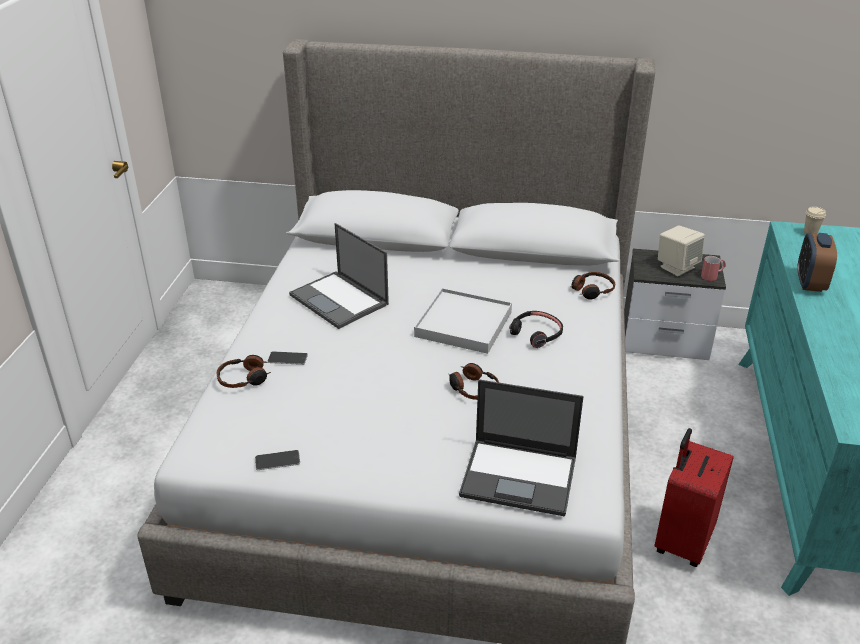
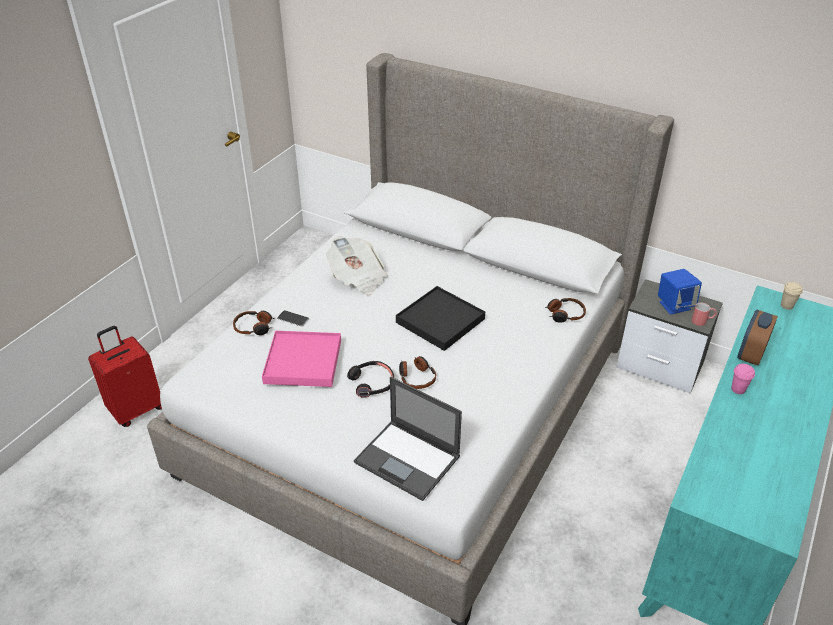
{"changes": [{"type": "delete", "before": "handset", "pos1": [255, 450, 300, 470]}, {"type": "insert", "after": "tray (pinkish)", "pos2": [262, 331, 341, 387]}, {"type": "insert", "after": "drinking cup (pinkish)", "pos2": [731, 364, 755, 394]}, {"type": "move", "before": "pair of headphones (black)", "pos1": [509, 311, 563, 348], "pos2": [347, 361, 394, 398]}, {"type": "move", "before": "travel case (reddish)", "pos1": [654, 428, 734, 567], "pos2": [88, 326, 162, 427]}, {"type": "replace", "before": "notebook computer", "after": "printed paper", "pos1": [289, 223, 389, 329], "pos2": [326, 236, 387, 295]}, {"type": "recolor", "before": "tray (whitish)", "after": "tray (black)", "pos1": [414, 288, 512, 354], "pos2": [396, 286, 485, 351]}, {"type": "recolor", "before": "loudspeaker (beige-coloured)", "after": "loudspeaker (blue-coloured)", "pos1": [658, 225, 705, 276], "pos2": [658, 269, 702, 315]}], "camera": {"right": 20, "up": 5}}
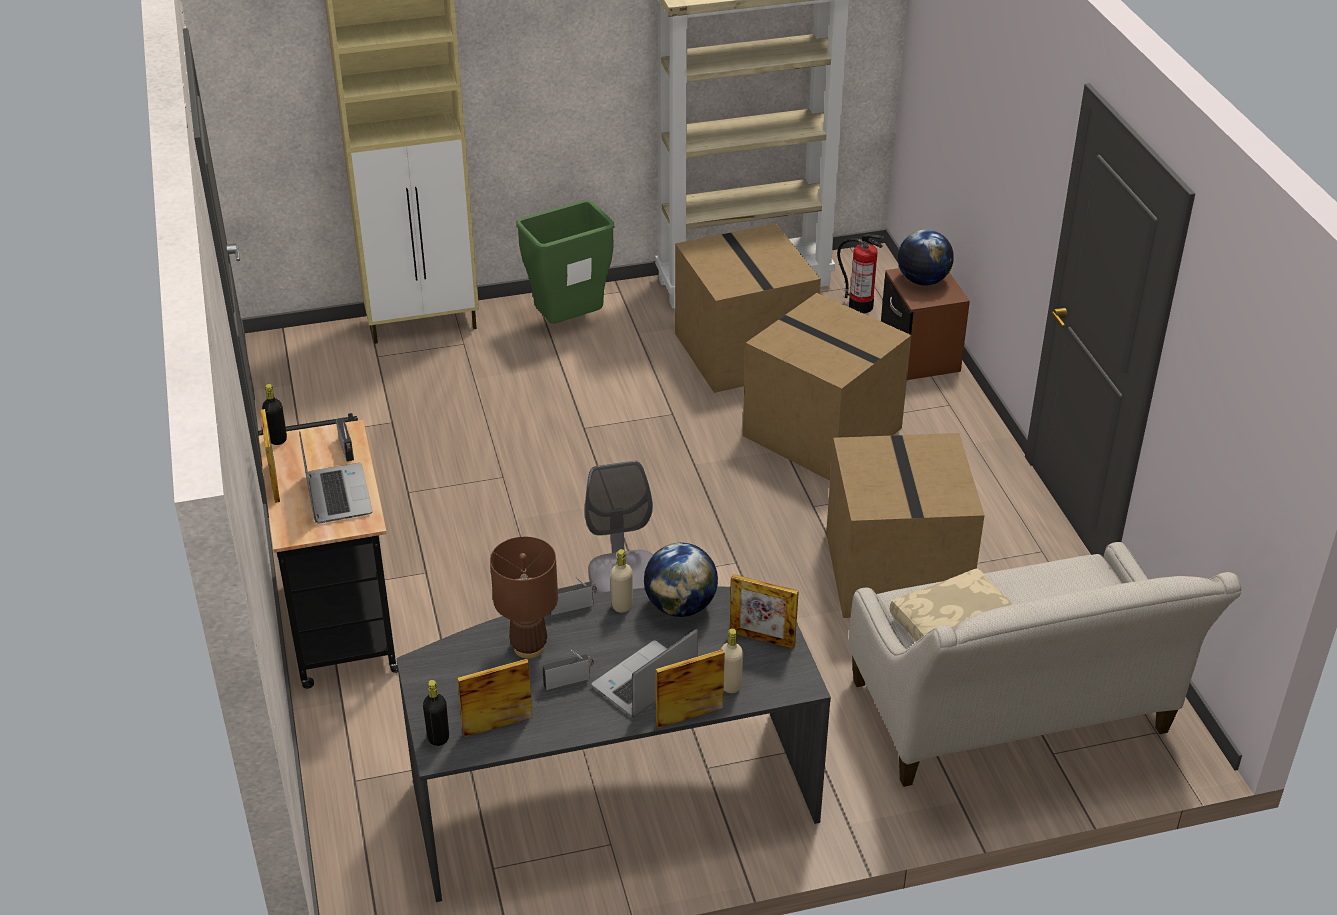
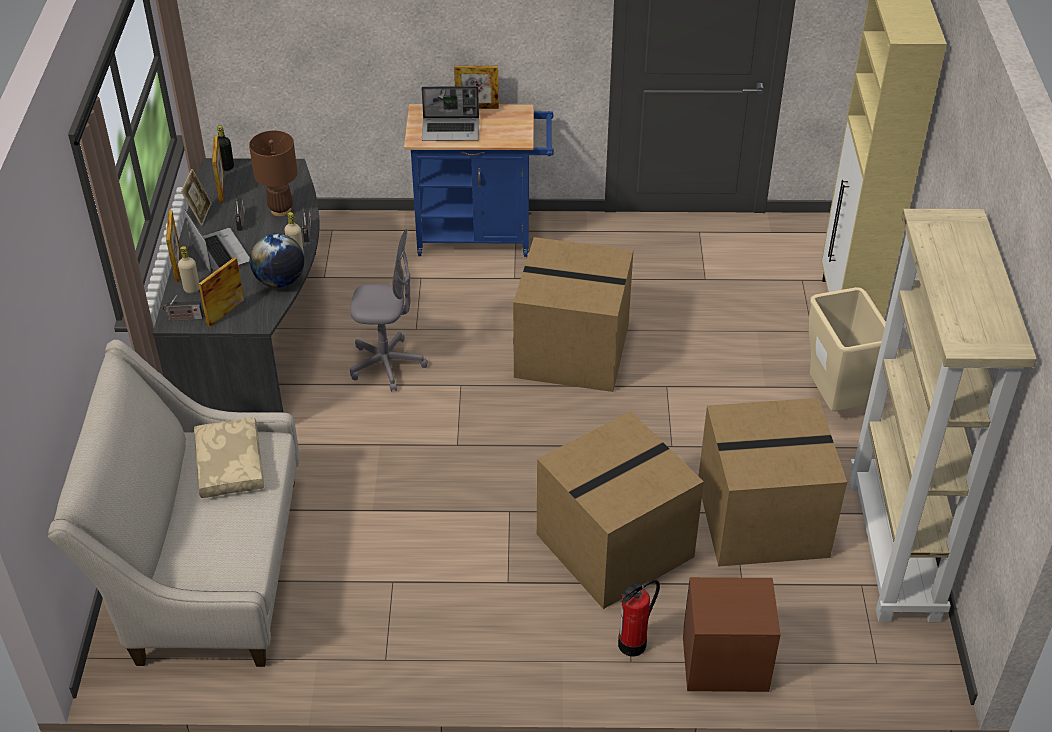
{"changes": [{"type": "delete", "before": "drink bottle (black)", "pos1": [262, 384, 287, 445]}, {"type": "delete", "before": "globe", "pos1": [898, 230, 954, 286]}, {"type": "insert", "after": "standing frame", "pos2": [181, 169, 212, 226]}, {"type": "move", "before": "radio receiver", "pos1": [336, 418, 354, 461], "pos2": [163, 295, 203, 321]}, {"type": "move", "before": "cardboard box", "pos1": [826, 433, 985, 618], "pos2": [513, 237, 633, 392]}, {"type": "move", "before": "fire extinguisher", "pos1": [837, 234, 885, 313], "pos2": [618, 579, 660, 656]}, {"type": "recolor", "before": "cart (black)", "after": "cart (blue-coloured)", "pos1": [258, 413, 398, 689], "pos2": [404, 104, 554, 257]}, {"type": "recolor", "before": "rubbish bin (greenish)", "after": "rubbish bin (beige-coloured)", "pos1": [516, 200, 615, 323], "pos2": [809, 287, 886, 412]}], "camera": {"right": 105, "up": 5}}
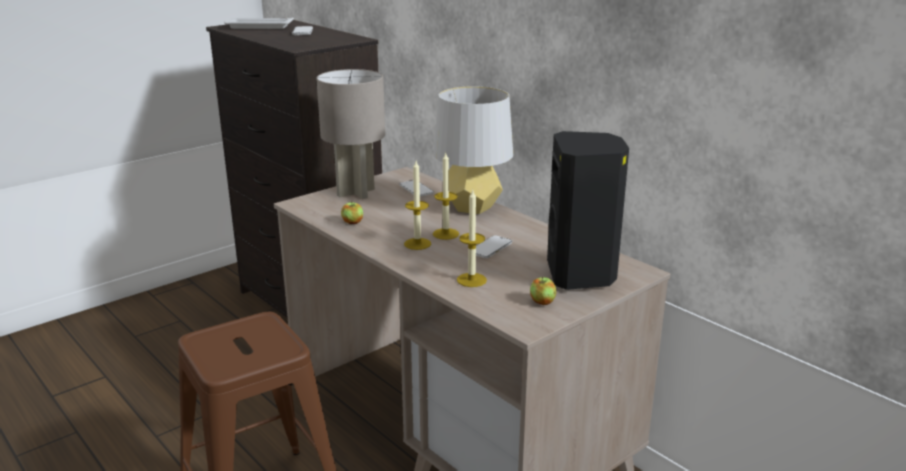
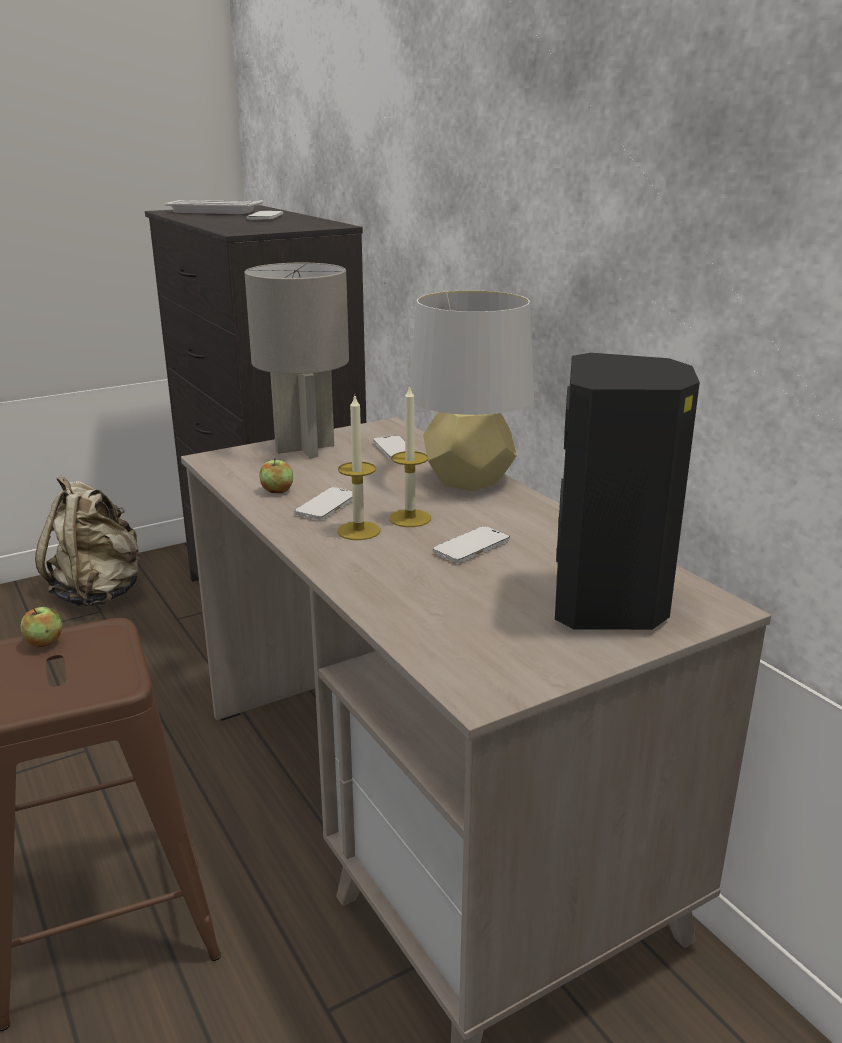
{"changes": [{"type": "delete", "before": "wax light", "pos1": [457, 190, 487, 287]}, {"type": "insert", "after": "backpack (beige-coloured)", "pos2": [35, 475, 140, 606]}, {"type": "insert", "after": "handset", "pos2": [294, 487, 352, 520]}, {"type": "move", "before": "whole apple", "pos1": [530, 277, 556, 305], "pos2": [21, 607, 62, 647]}], "camera": {"right": 10, "up": 0}}
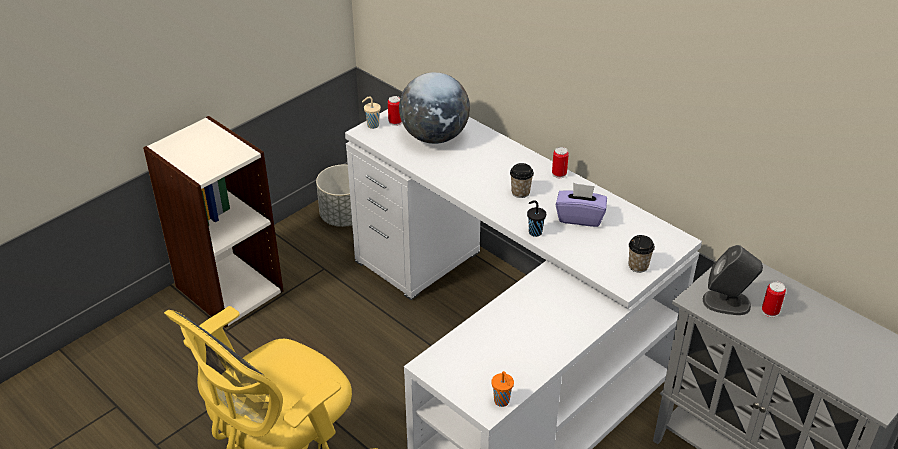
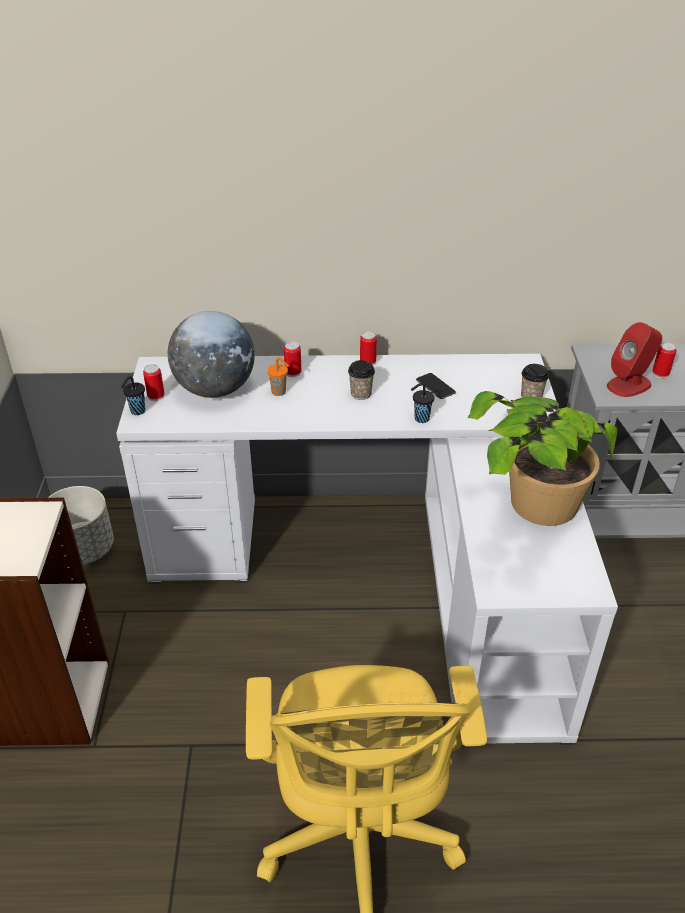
{"changes": [{"type": "insert", "after": "metal can", "pos2": [284, 341, 301, 377]}, {"type": "insert", "after": "potted plant", "pos2": [468, 391, 617, 526]}, {"type": "move", "before": "drinking cup (orange)", "pos1": [491, 371, 514, 407], "pos2": [267, 357, 289, 396]}, {"type": "replace", "before": "tissue box (purple-coloured)", "after": "handset", "pos1": [556, 183, 607, 227], "pos2": [416, 373, 456, 399]}, {"type": "recolor", "before": "drinking cup (beige-coloured)", "after": "drinking cup (black)", "pos1": [362, 96, 381, 129], "pos2": [121, 376, 145, 415]}, {"type": "recolor", "before": "loudspeaker (greyish)", "after": "loudspeaker (reddish)", "pos1": [703, 245, 763, 315], "pos2": [607, 322, 662, 397]}], "camera": {"right": -45, "up": 0}}
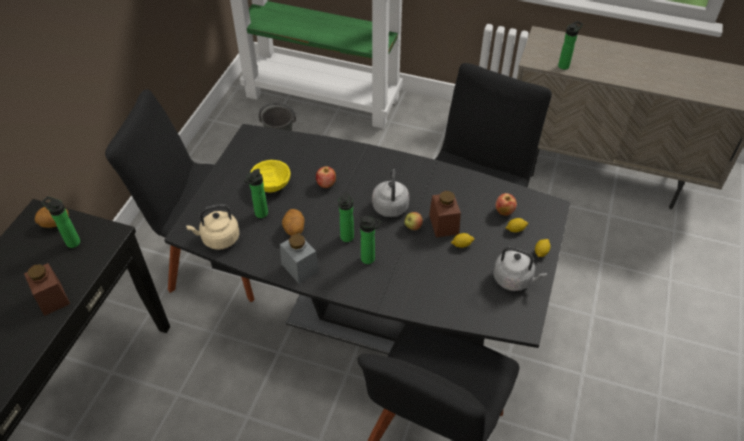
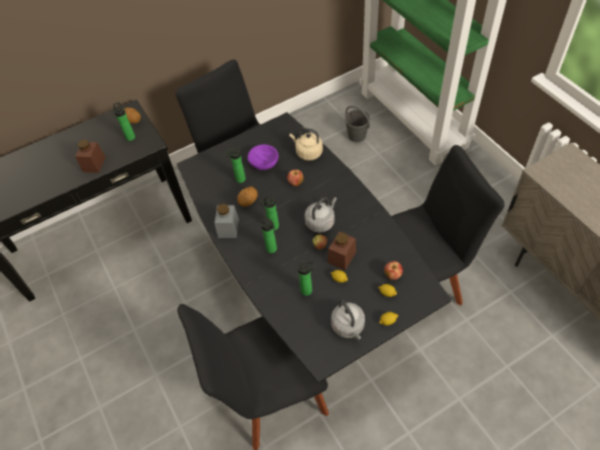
{"changes": [{"type": "move", "before": "water kettle (beige-coloured)", "pos1": [186, 204, 239, 250], "pos2": [290, 127, 323, 161]}, {"type": "move", "before": "drink bottle", "pos1": [558, 21, 583, 70], "pos2": [297, 261, 315, 296]}, {"type": "recolor", "before": "deep dish (yellow-coloured)", "after": "deep dish (purple-coloured)", "pos1": [250, 160, 290, 192], "pos2": [248, 145, 278, 170]}], "camera": {"right": 45, "up": 5}}
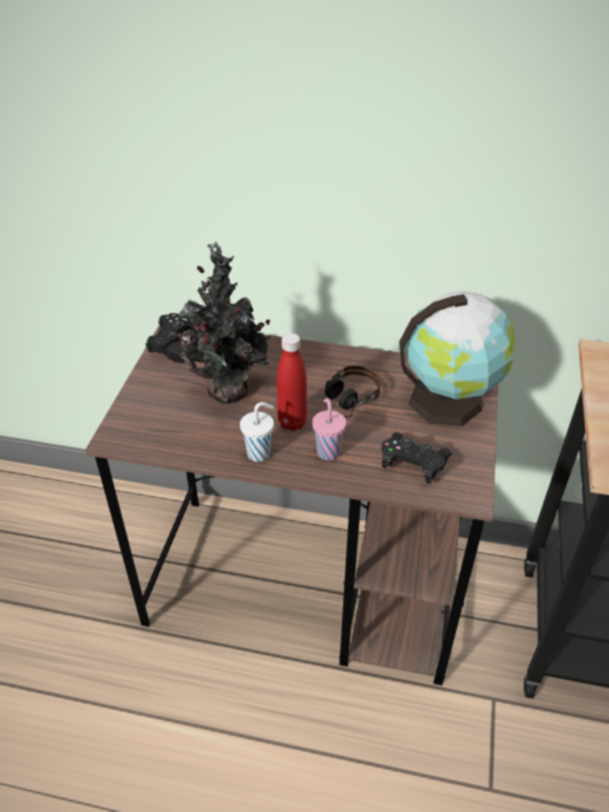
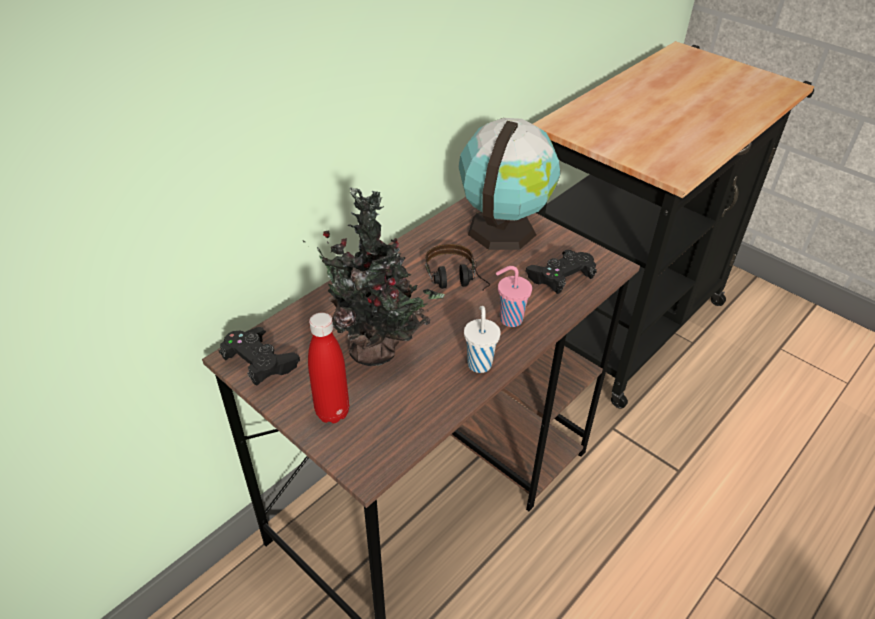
{"changes": [{"type": "move", "before": "drink bottle (reddish)", "pos1": [277, 333, 307, 431], "pos2": [308, 313, 349, 423]}], "camera": {"right": -60, "up": 0}}
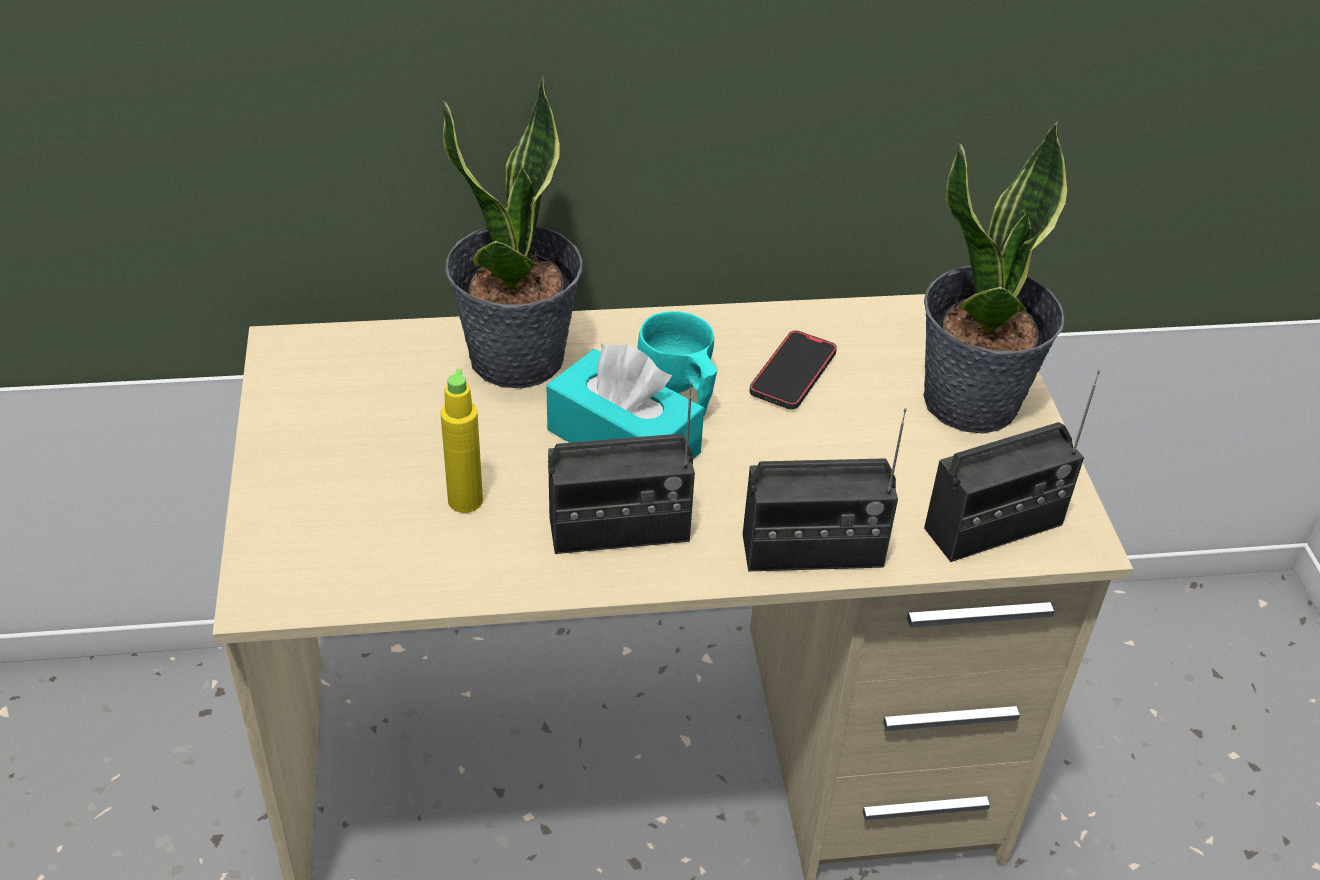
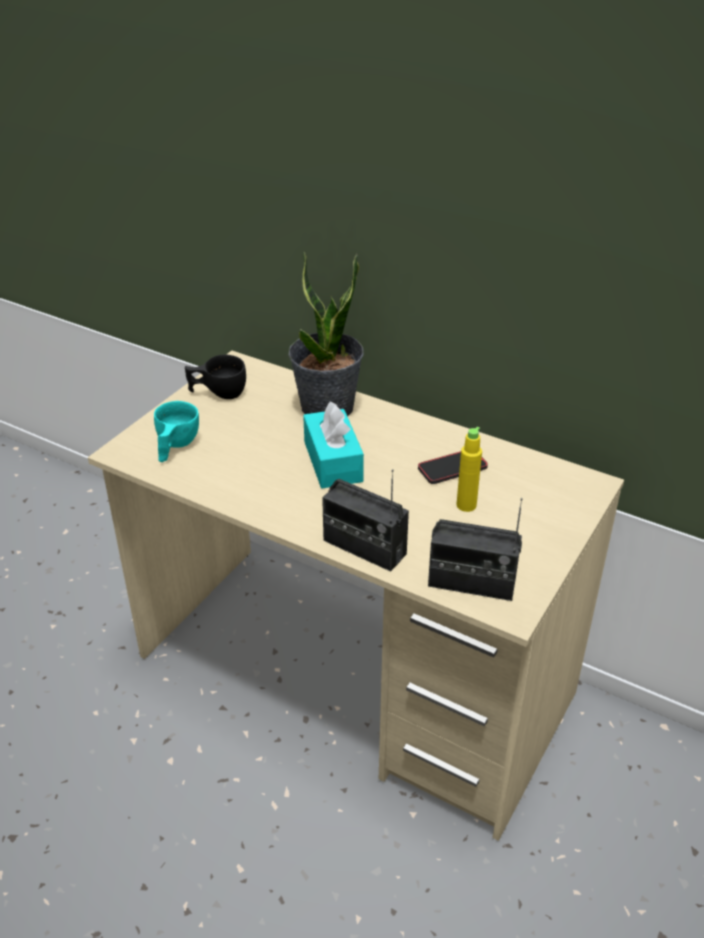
{"changes": [{"type": "delete", "before": "radio receiver", "pos1": [548, 382, 695, 554]}, {"type": "delete", "before": "potted plant", "pos1": [923, 122, 1067, 434]}, {"type": "insert", "after": "drinking cup (black)", "pos2": [185, 354, 246, 399]}, {"type": "move", "before": "drink bottle (yellow-coloured)", "pos1": [441, 369, 483, 513], "pos2": [456, 427, 482, 512]}, {"type": "move", "before": "drinking cup (blue-green)", "pos1": [638, 311, 717, 415], "pos2": [154, 401, 199, 462]}], "camera": {"right": 40, "up": -5}}
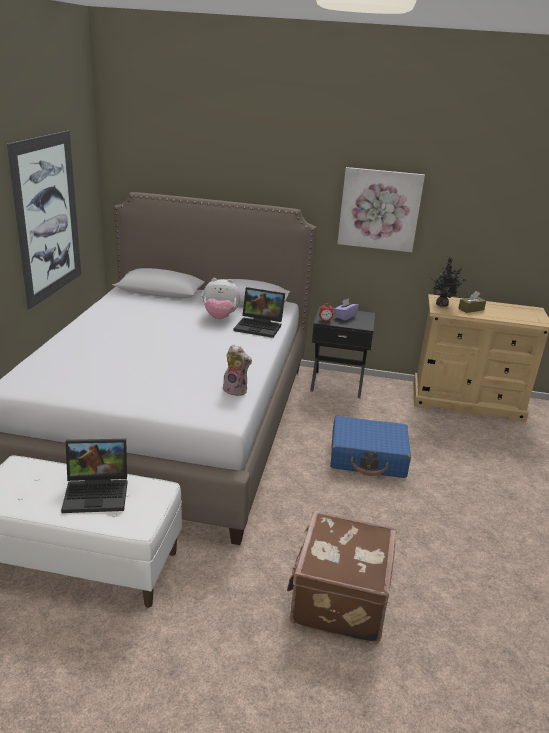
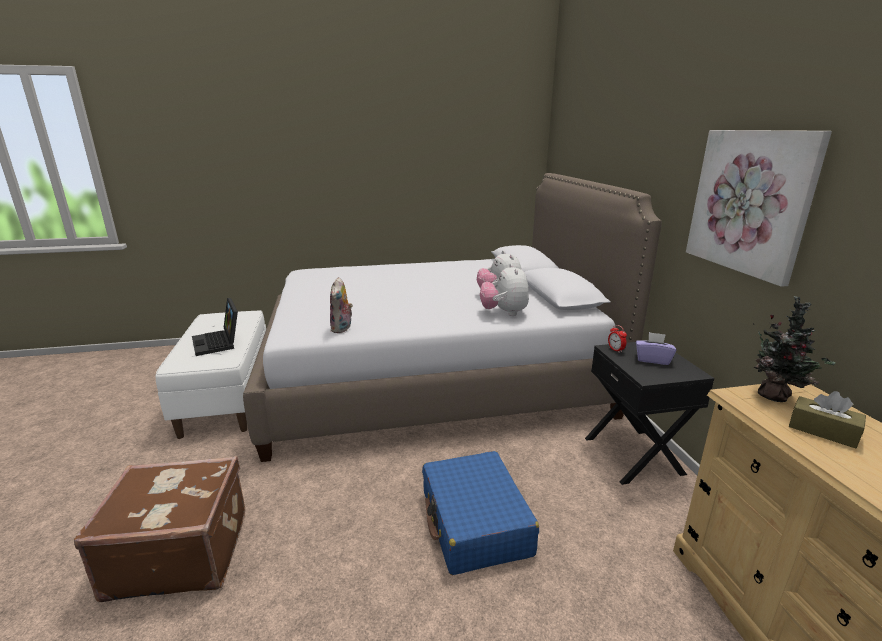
{"changes": [{"type": "delete", "before": "picture", "pos1": [7, 131, 81, 309]}, {"type": "replace", "before": "notebook computer", "after": "plush toy", "pos1": [234, 287, 285, 338], "pos2": [480, 263, 529, 316]}], "camera": {"right": 70, "up": -5}}
